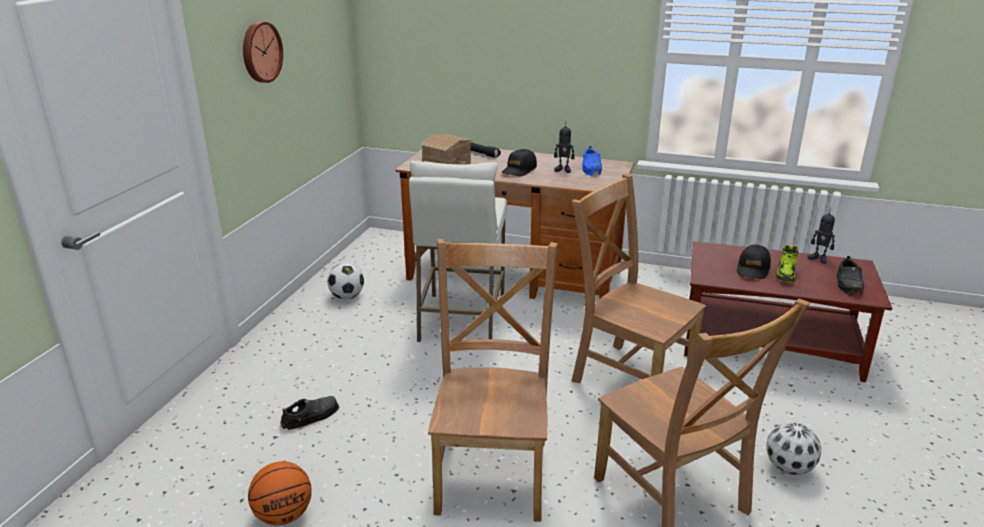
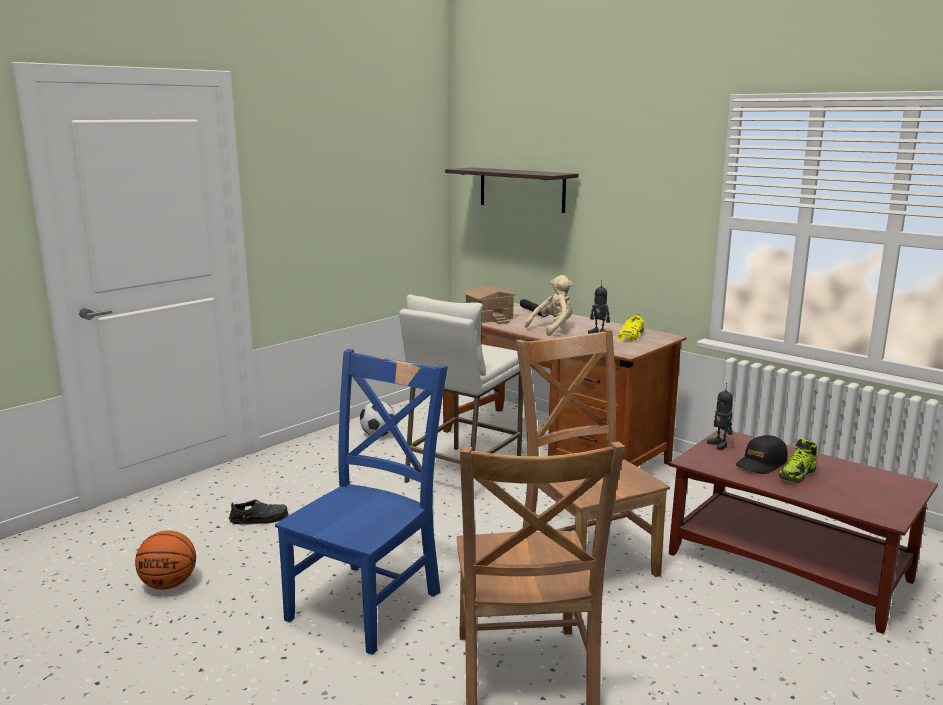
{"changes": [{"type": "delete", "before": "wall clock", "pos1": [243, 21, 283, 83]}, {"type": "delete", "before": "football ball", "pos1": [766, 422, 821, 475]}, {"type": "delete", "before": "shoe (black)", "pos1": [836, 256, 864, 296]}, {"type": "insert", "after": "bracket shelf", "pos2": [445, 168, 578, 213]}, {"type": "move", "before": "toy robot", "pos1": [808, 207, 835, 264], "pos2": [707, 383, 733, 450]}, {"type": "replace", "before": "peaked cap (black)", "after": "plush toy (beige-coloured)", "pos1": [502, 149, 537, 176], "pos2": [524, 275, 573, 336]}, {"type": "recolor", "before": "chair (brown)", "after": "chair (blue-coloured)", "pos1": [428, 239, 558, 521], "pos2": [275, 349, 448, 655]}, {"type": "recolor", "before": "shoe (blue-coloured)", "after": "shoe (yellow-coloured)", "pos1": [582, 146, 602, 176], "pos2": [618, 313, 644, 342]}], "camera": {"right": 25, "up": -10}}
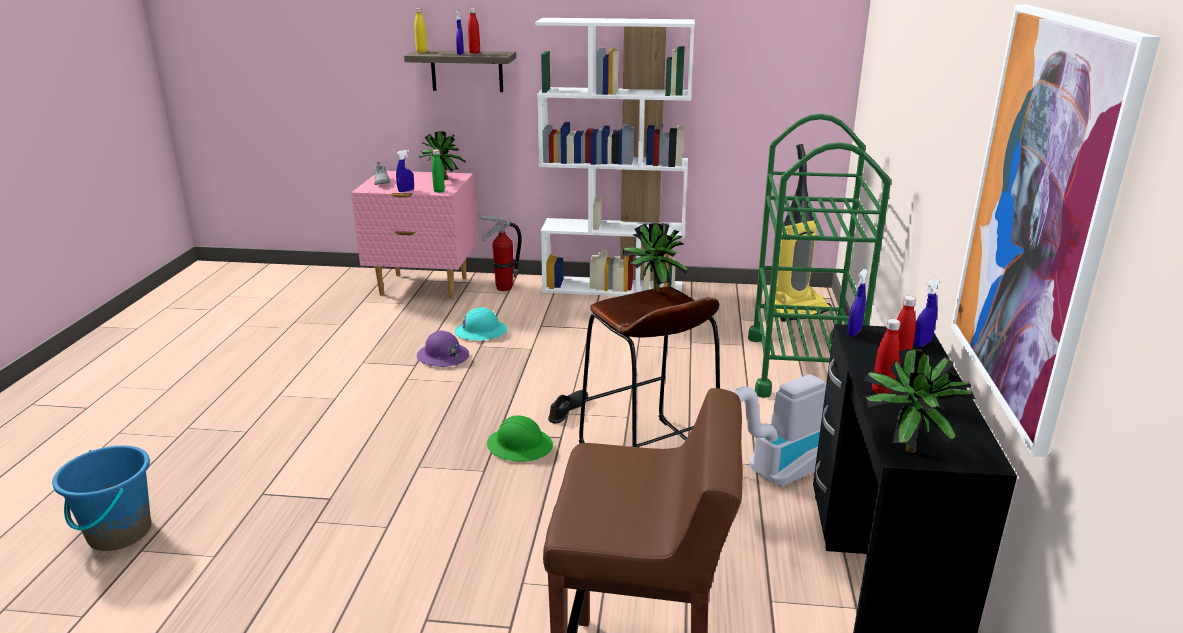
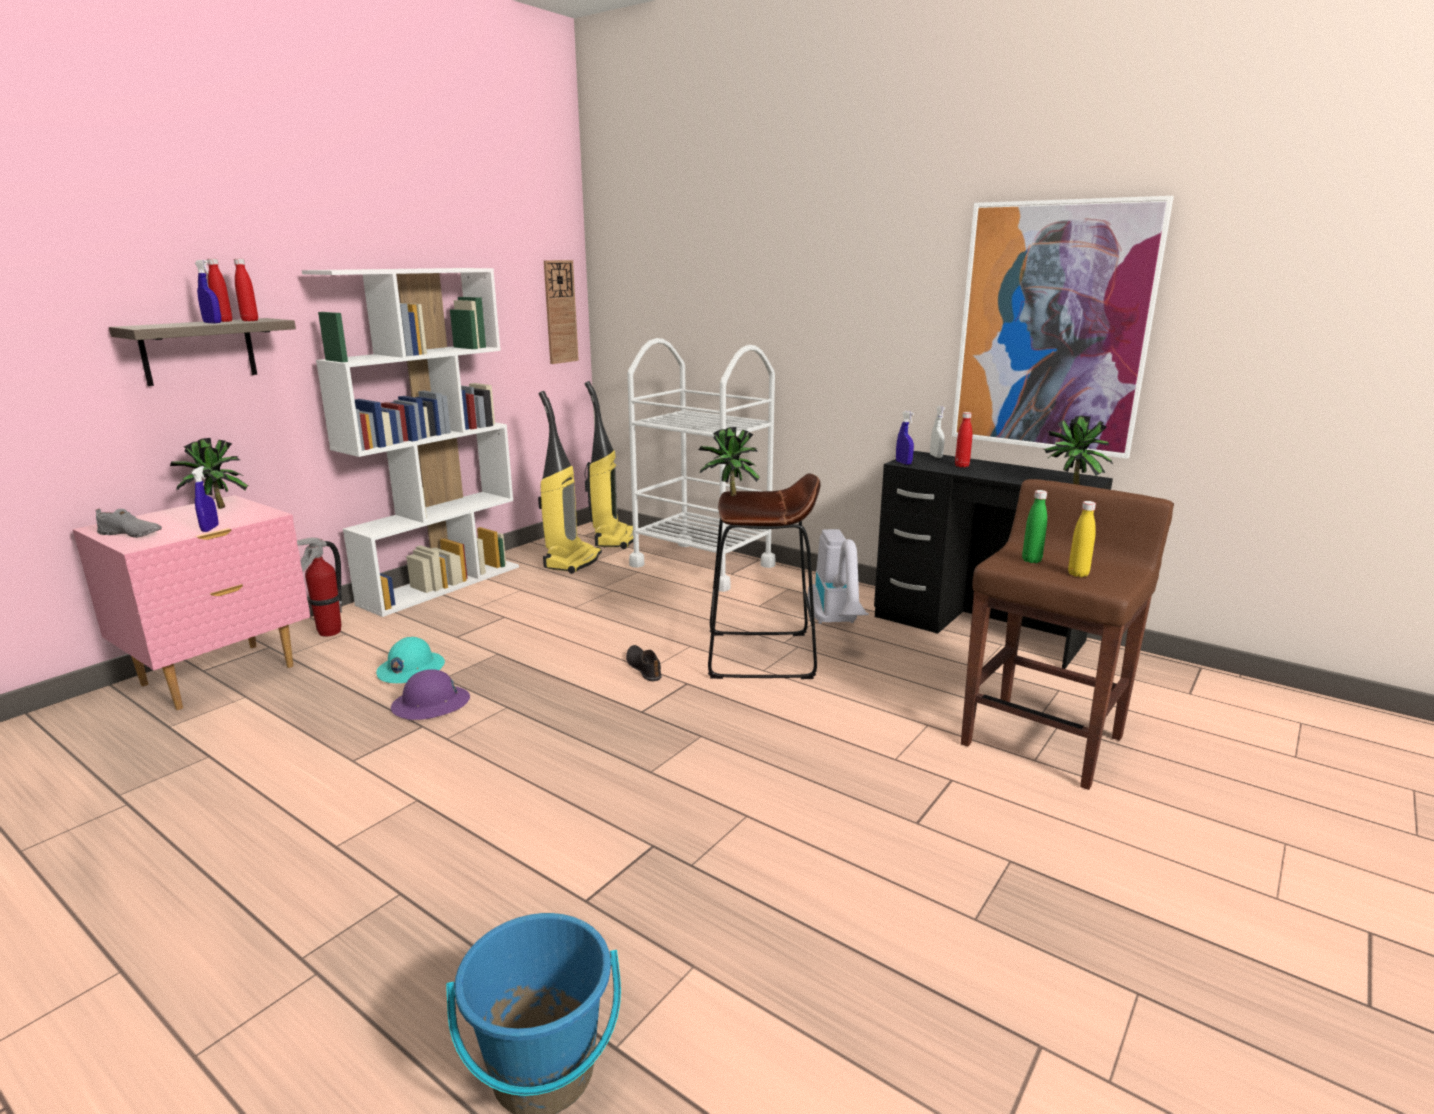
{"changes": [{"type": "delete", "before": "work helmet (greenish)", "pos1": [487, 415, 553, 462]}, {"type": "insert", "after": "vacuum cleaner", "pos2": [538, 391, 602, 574]}, {"type": "insert", "after": "wall clock", "pos2": [544, 260, 579, 364]}, {"type": "move", "before": "drink bottle (yellow-coloured)", "pos1": [414, 8, 427, 53], "pos2": [1068, 501, 1096, 577]}, {"type": "move", "before": "drink bottle (greenish)", "pos1": [432, 149, 445, 193], "pos2": [1022, 490, 1047, 563]}, {"type": "move", "before": "drink bottle (reddish)", "pos1": [872, 319, 900, 394], "pos2": [234, 259, 258, 321]}, {"type": "recolor", "before": "cart (greenish)", "after": "cart (whitish)", "pos1": [748, 114, 891, 398], "pos2": [627, 338, 776, 592]}, {"type": "recolor", "before": "sprayer (blue-coloured)", "after": "sprayer (whitish)", "pos1": [913, 279, 939, 347], "pos2": [930, 406, 945, 458]}], "camera": {"right": -60, "up": -5}}
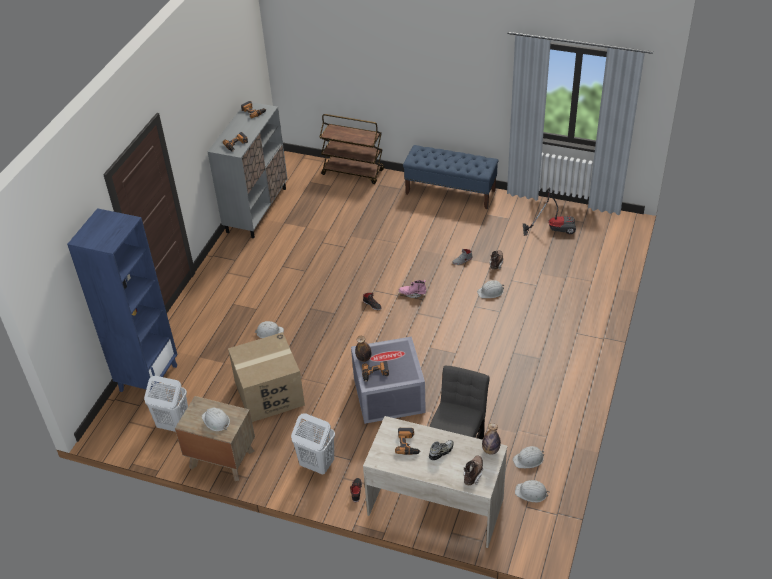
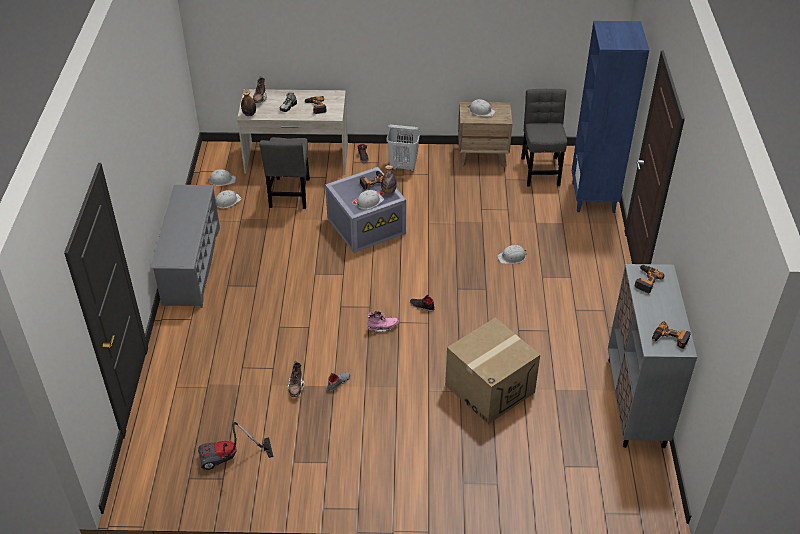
{"changes": [{"type": "delete", "before": "cart (brown)", "pos1": [319, 114, 384, 184]}, {"type": "delete", "before": "indoor bench (blue-coloured)", "pos1": [403, 145, 499, 209]}, {"type": "insert", "after": "shoe stand (greyish)", "pos2": [151, 185, 220, 308]}, {"type": "move", "before": "cardboard box", "pos1": [228, 332, 305, 422], "pos2": [445, 317, 540, 424]}, {"type": "move", "before": "work helmet (whitish)", "pos1": [477, 280, 504, 298], "pos2": [356, 190, 384, 209]}, {"type": "replace", "before": "washing basket (whitish)", "after": "chair (greyish)", "pos1": [144, 376, 188, 432], "pos2": [521, 89, 567, 187]}], "camera": {"right": 160, "up": 0}}
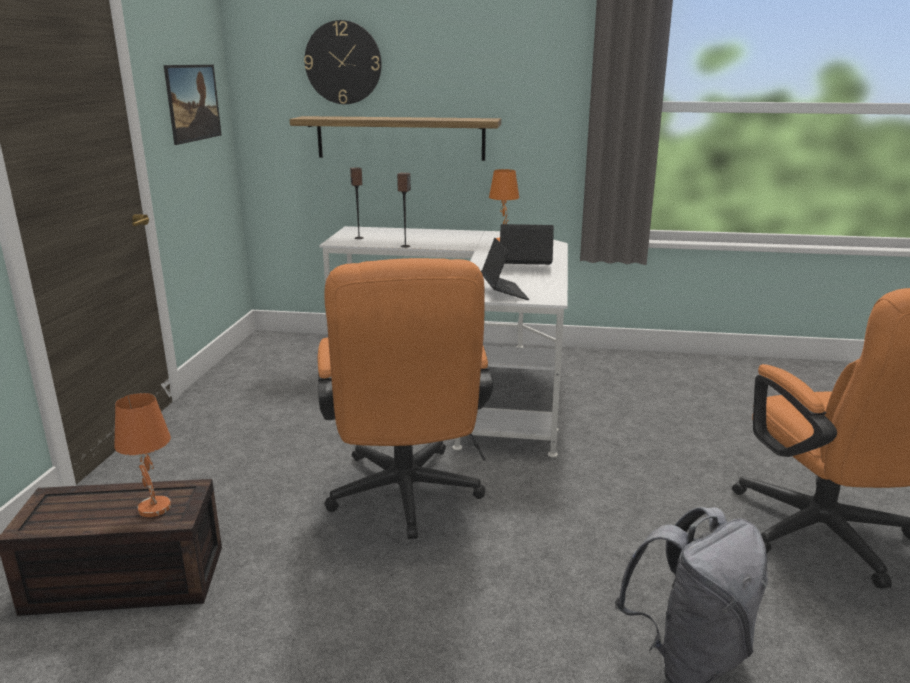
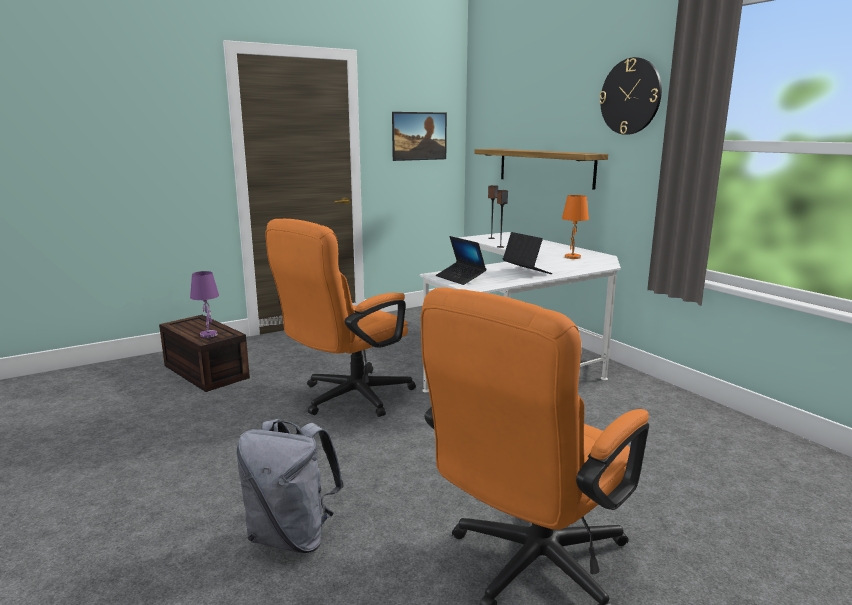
{"changes": [{"type": "move", "before": "wall clock", "pos1": [304, 20, 382, 104], "pos2": [599, 57, 662, 135]}, {"type": "recolor", "before": "tabletop lamp (orange)", "after": "tabletop lamp (purple-coloured)", "pos1": [114, 393, 171, 517], "pos2": [190, 271, 219, 338]}, {"type": "rotate", "before": "notebook computer", "pos1": [481, 238, 529, 300], "pos2": [436, 236, 486, 285], "turn": 105}], "camera": {"right": 50, "up": -5}}
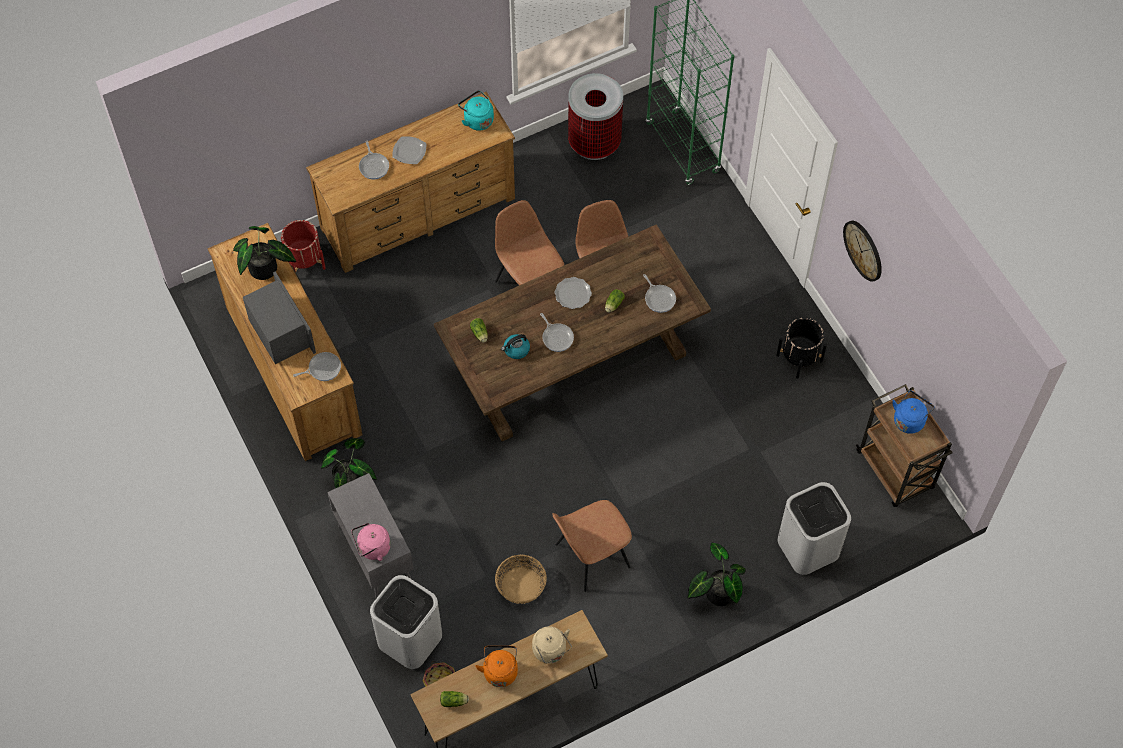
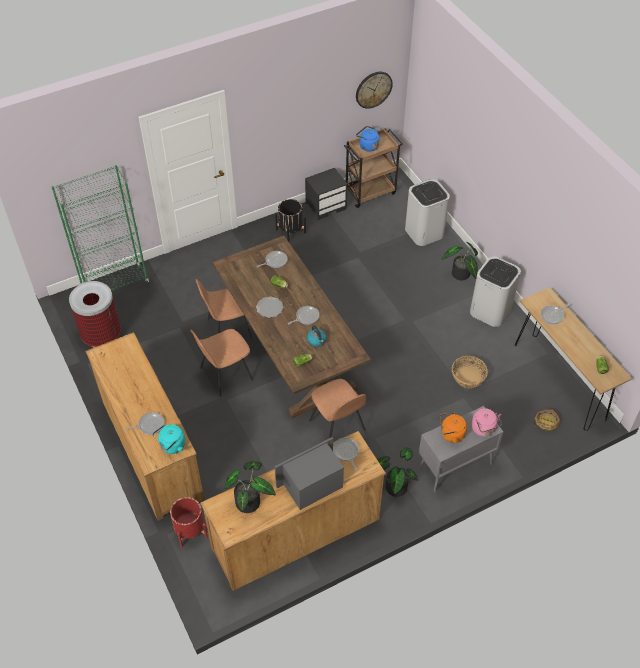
{"changes": [{"type": "delete", "before": "flat dish", "pos1": [392, 136, 427, 164]}, {"type": "insert", "after": "night table (black)", "pos2": [305, 168, 348, 220]}, {"type": "move", "before": "rubbish bin (whitish)", "pos1": [370, 575, 442, 669], "pos2": [470, 257, 521, 327]}, {"type": "move", "before": "water kettle (blue-green)", "pos1": [458, 90, 494, 131], "pos2": [152, 424, 185, 454]}, {"type": "move", "before": "water kettle (orange)", "pos1": [476, 646, 518, 687], "pos2": [440, 413, 467, 443]}, {"type": "move", "before": "chair (brown)", "pos1": [553, 500, 632, 592], "pos2": [309, 379, 366, 438]}, {"type": "move", "before": "wall clock", "pos1": [843, 221, 882, 282], "pos2": [356, 72, 393, 109]}, {"type": "replace", "before": "water kettle (beige-coloured)", "after": "skillet", "pos1": [532, 626, 572, 664], "pos2": [541, 303, 571, 324]}], "camera": {"right": -90, "up": -10}}
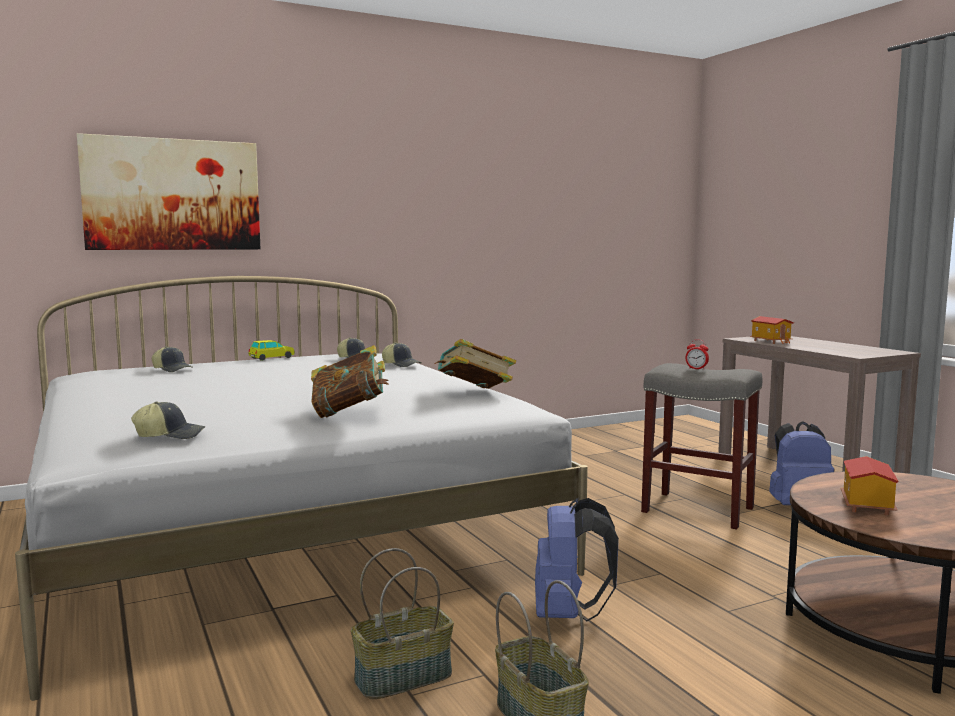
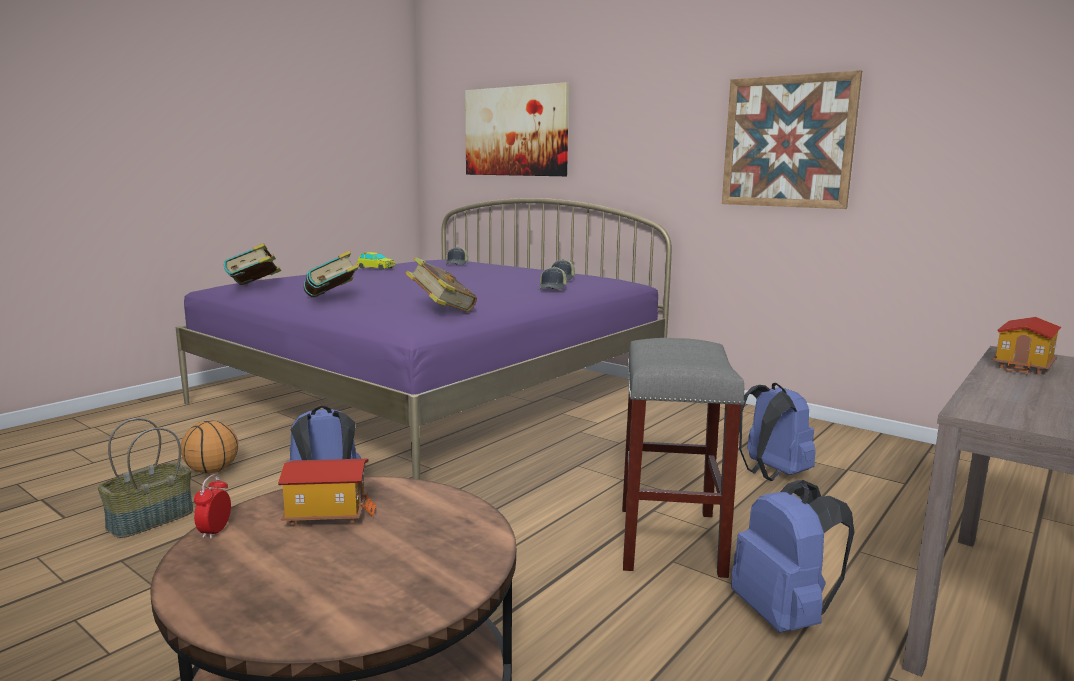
{"changes": [{"type": "insert", "after": "picture", "pos2": [722, 70, 862, 209]}, {"type": "insert", "after": "backpack (blue-coloured)", "pos2": [739, 383, 815, 481]}, {"type": "move", "before": "model car", "pos1": [249, 340, 295, 361], "pos2": [357, 252, 395, 270]}, {"type": "move", "before": "alarm clock", "pos1": [686, 339, 709, 370], "pos2": [194, 474, 231, 539]}, {"type": "replace", "before": "peaked cap", "after": "volume", "pos1": [131, 402, 206, 439], "pos2": [224, 243, 281, 285]}, {"type": "replace", "before": "storage basket", "after": "basketball ball", "pos1": [351, 548, 454, 699], "pos2": [181, 420, 238, 473]}, {"type": "recolor", "before": "sleeping bed (whitish)", "after": "sleeping bed (purple-coloured)", "pos1": [15, 276, 588, 701], "pos2": [175, 198, 672, 479]}], "camera": {"right": 65, "up": 5}}
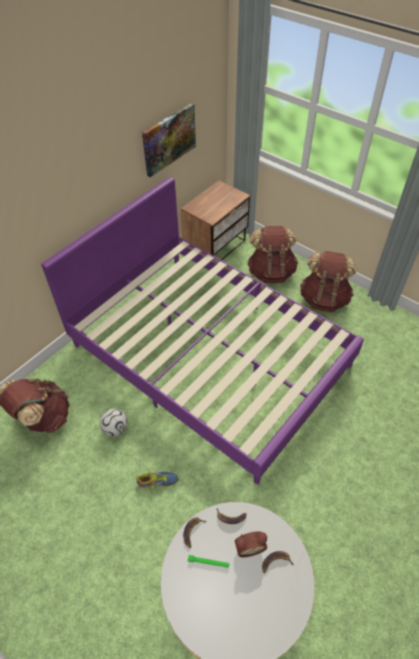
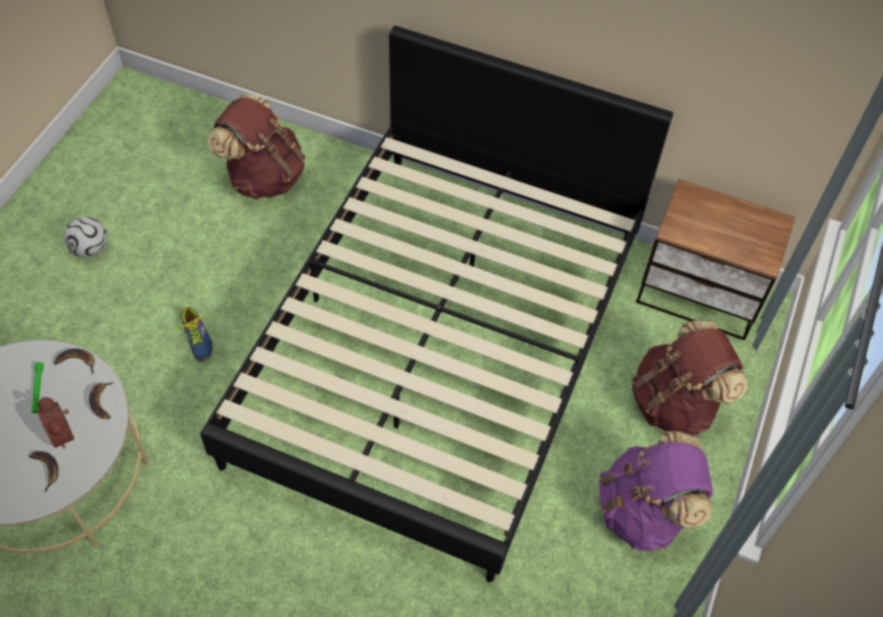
{"changes": [{"type": "delete", "before": "picture", "pos1": [142, 103, 196, 177]}, {"type": "move", "before": "football ball", "pos1": [100, 409, 128, 436], "pos2": [64, 217, 107, 258]}, {"type": "recolor", "before": "sleeping bed (purple-coloured)", "after": "sleeping bed (black)", "pos1": [41, 177, 364, 484], "pos2": [200, 26, 673, 582]}, {"type": "recolor", "before": "backpack (brown)", "after": "backpack (purple-coloured)", "pos1": [300, 251, 357, 312], "pos2": [599, 431, 713, 551]}], "camera": {"right": 70, "up": 5}}
